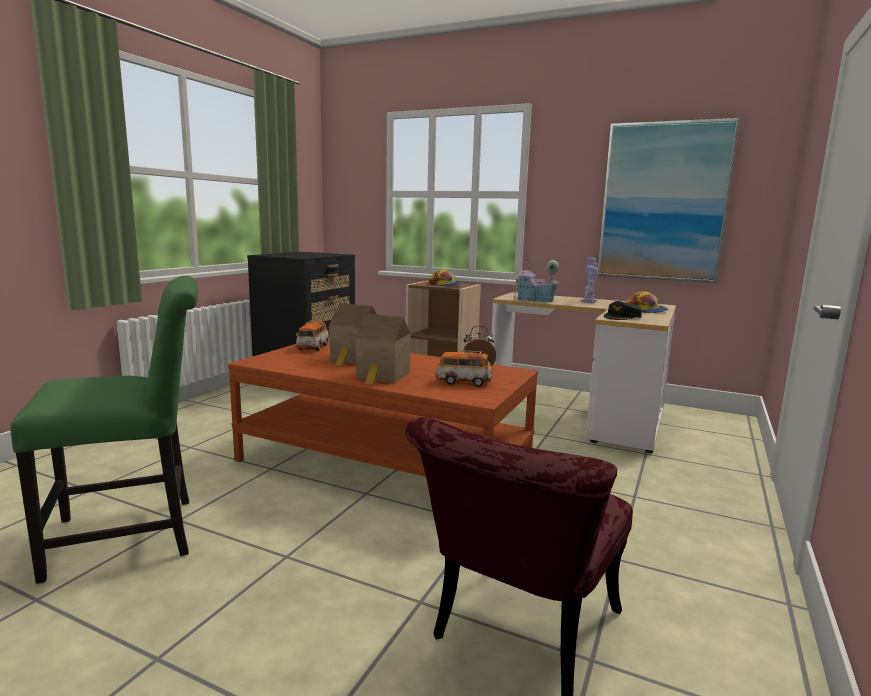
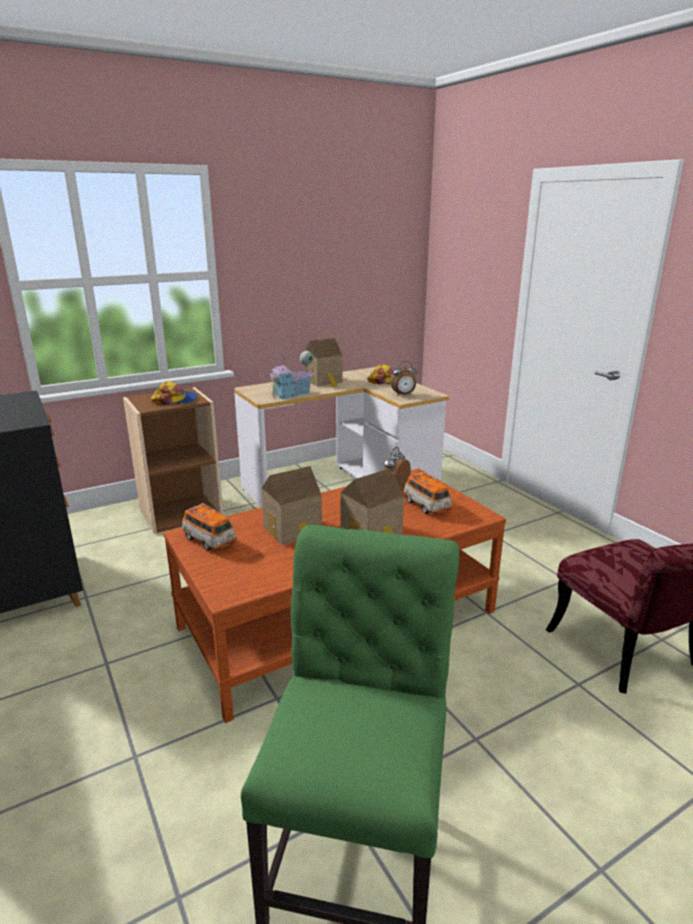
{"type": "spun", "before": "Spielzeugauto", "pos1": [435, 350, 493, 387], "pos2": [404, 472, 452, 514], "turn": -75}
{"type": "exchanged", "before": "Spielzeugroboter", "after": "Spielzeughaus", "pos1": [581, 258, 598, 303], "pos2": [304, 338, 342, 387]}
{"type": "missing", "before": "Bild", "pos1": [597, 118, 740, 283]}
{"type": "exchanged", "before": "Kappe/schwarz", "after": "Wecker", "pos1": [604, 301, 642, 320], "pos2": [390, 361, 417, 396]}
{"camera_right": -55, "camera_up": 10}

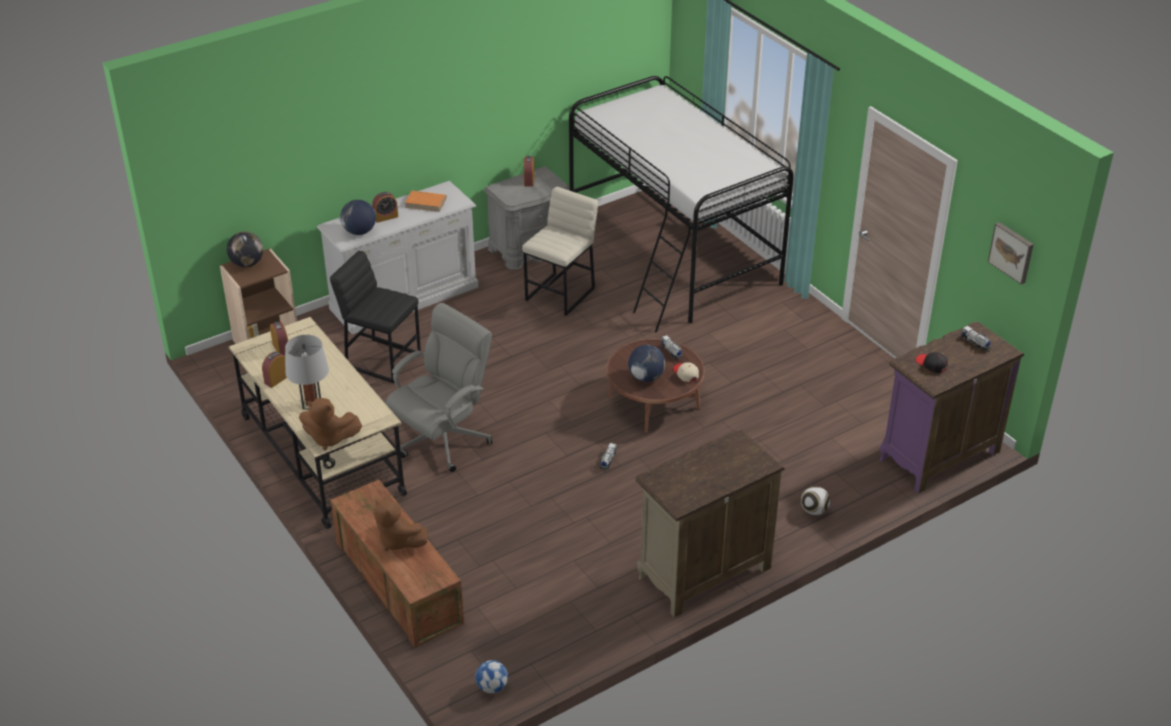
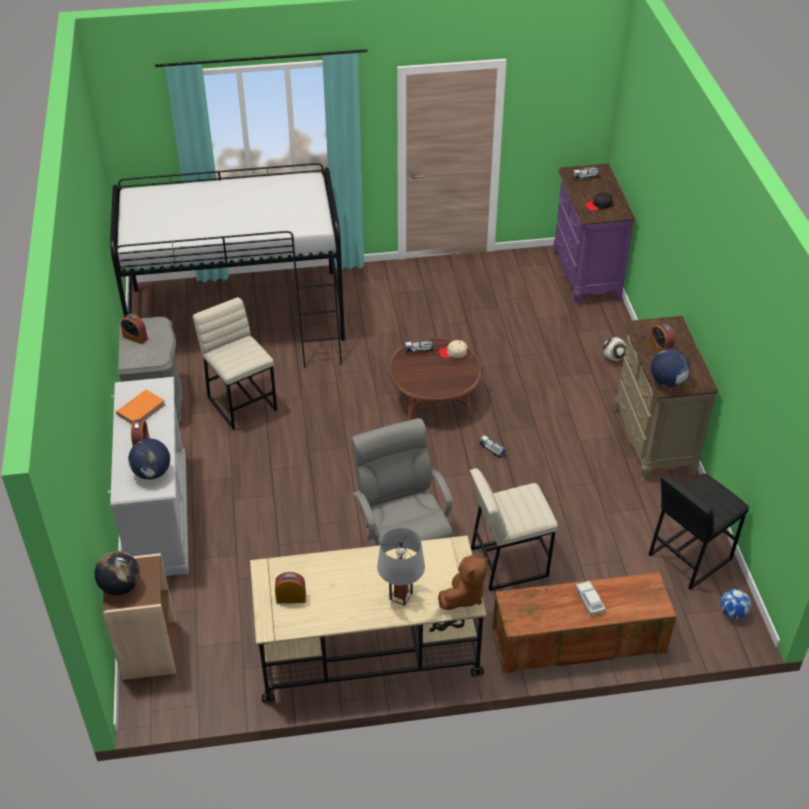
{"type": "relocated", "before": "Wecker", "pos1": [262, 352, 287, 388], "pos2": [650, 323, 675, 352]}
{"type": "relocated", "before": "Stuhl/schwarz", "pos1": [330, 251, 421, 383], "pos2": [649, 473, 749, 590]}
{"type": "exchanged", "before": "Plüschtier/braun", "after": "Spielzeugauto", "pos1": [374, 498, 428, 551], "pos2": [575, 581, 606, 616]}
{"type": "relocated", "before": "Globus", "pos1": [628, 345, 665, 382], "pos2": [651, 348, 690, 387]}
{"type": "missing", "before": "Bild", "pos1": [988, 222, 1034, 284]}
{"type": "appeared", "after": "Stuhl/beige", "pos2": [470, 468, 558, 591]}
{"camera_right": -65, "camera_up": 5}

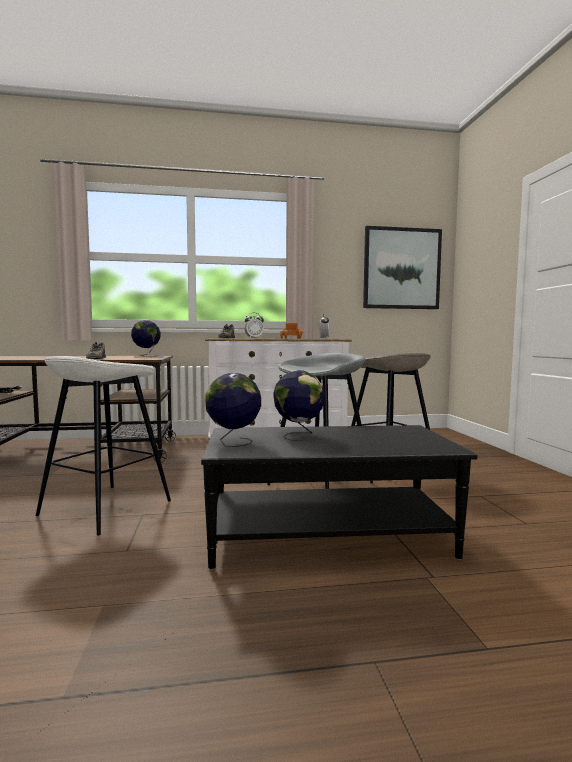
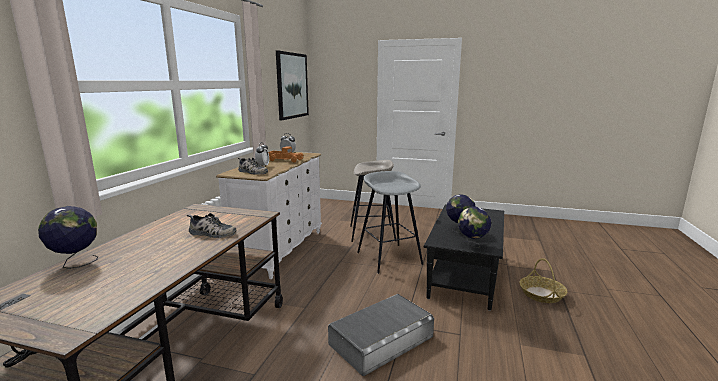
{"type": "exchanged", "before": "Hocker/weiß", "after": "Aufbewahrungsbox/grau", "pos1": [36, 356, 171, 536], "pos2": [328, 294, 434, 376]}
{"type": "relocated", "before": "Globus", "pos1": [131, 320, 161, 356], "pos2": [38, 206, 98, 269]}
{"type": "appeared", "after": "Korb", "pos2": [519, 258, 568, 303]}
{"camera_right": -65, "camera_up": 10}

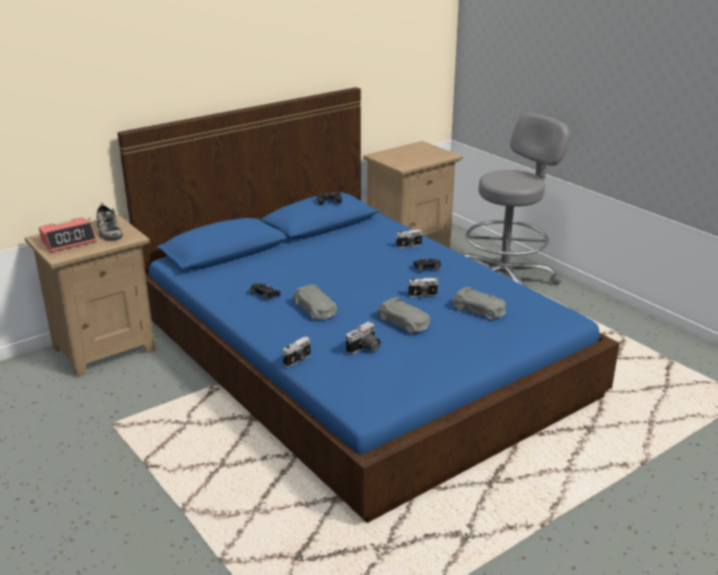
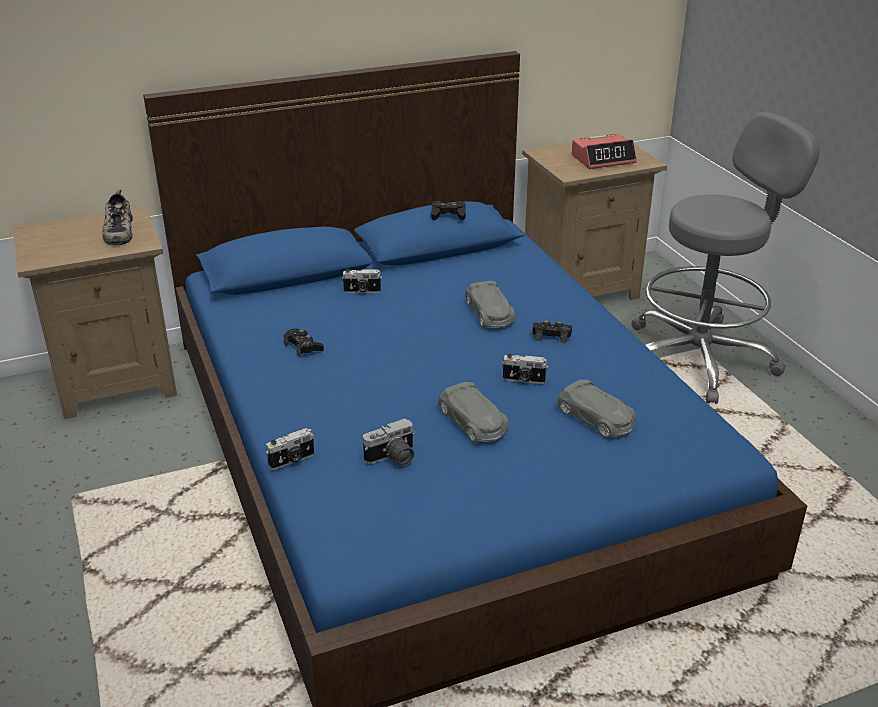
{"type": "relocated", "before": "Wecker", "pos1": [39, 217, 97, 252], "pos2": [572, 133, 637, 169]}
{"type": "relocated", "before": "Spielzeugauto/grau", "pos1": [294, 284, 337, 320], "pos2": [465, 281, 515, 328]}
{"type": "relocated", "before": "Kamera", "pos1": [396, 229, 423, 248], "pos2": [342, 269, 382, 293]}
{"camera_right": 15, "camera_up": 5}

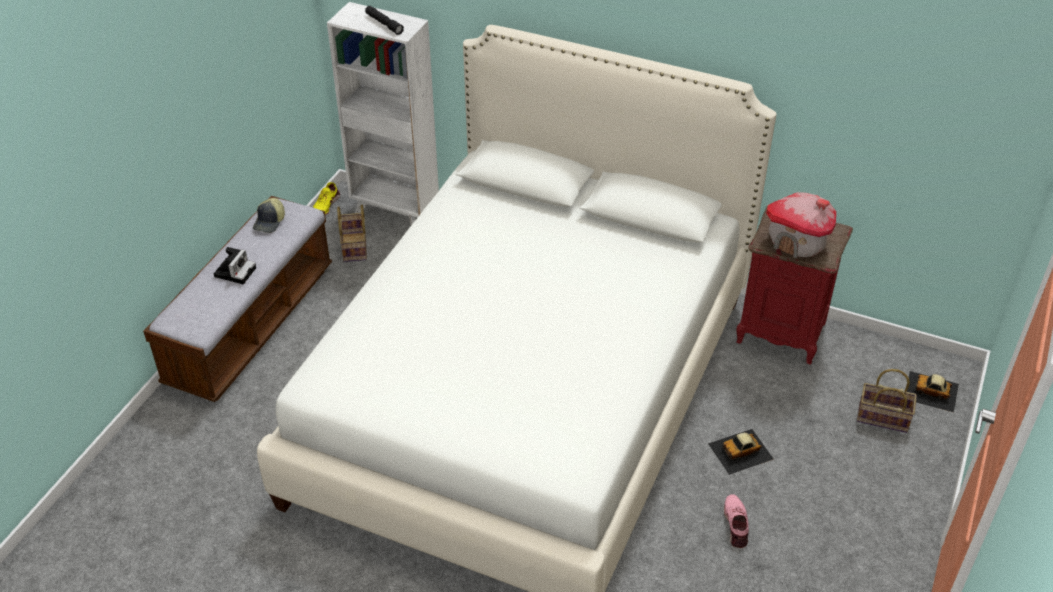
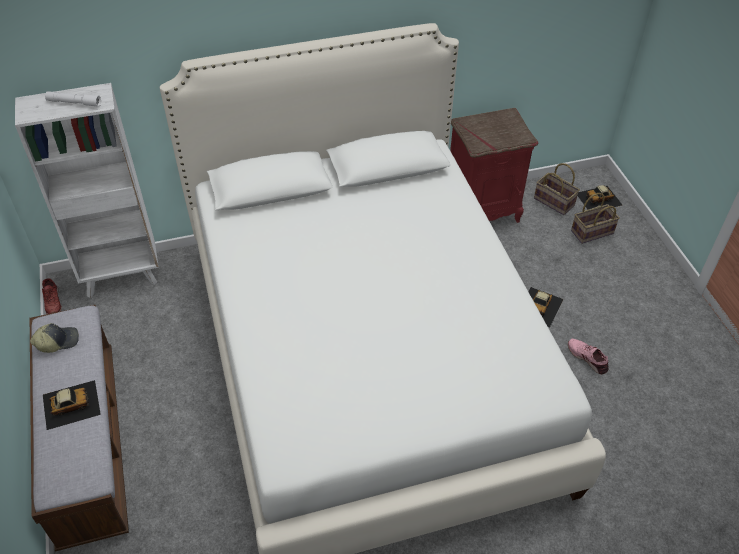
{"type": "exchanged", "before": "Kamera", "after": "Spielzeugauto", "pos1": [214, 247, 256, 284], "pos2": [43, 380, 101, 430]}
{"type": "spun", "before": "Kappe", "pos1": [253, 198, 285, 233], "pos2": [30, 323, 79, 353], "turn": -90}
{"type": "colour", "before": "Schuh/gelb", "after": "Schuh/rot", "pos1": [313, 182, 340, 216], "pos2": [42, 278, 62, 314]}
{"type": "relocated", "before": "Korb", "pos1": [337, 204, 367, 262], "pos2": [534, 163, 580, 215]}
{"type": "colour", "before": "Taschenlampe/schwarz", "after": "Taschenlampe/weiß", "pos1": [365, 6, 404, 35], "pos2": [45, 91, 101, 107]}
{"type": "missing", "before": "Spielzeughaus", "pos1": [766, 192, 836, 258]}
{"camera_right": -40, "camera_up": 5}

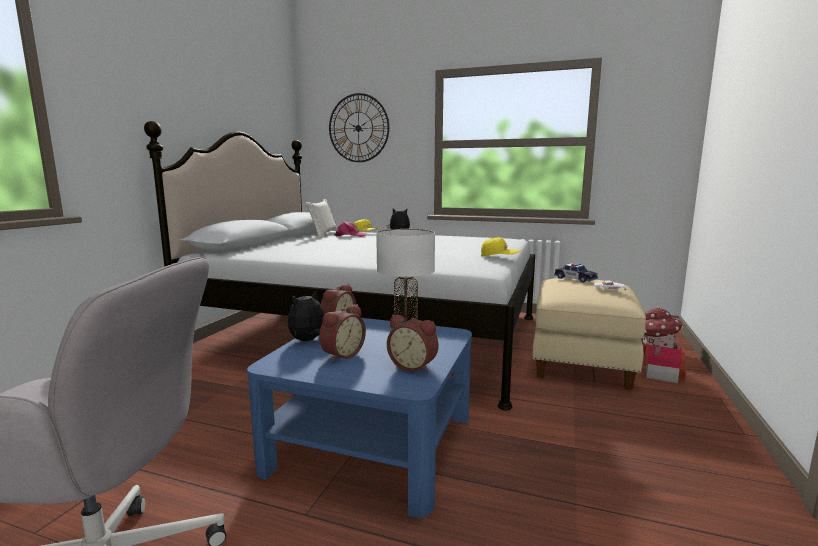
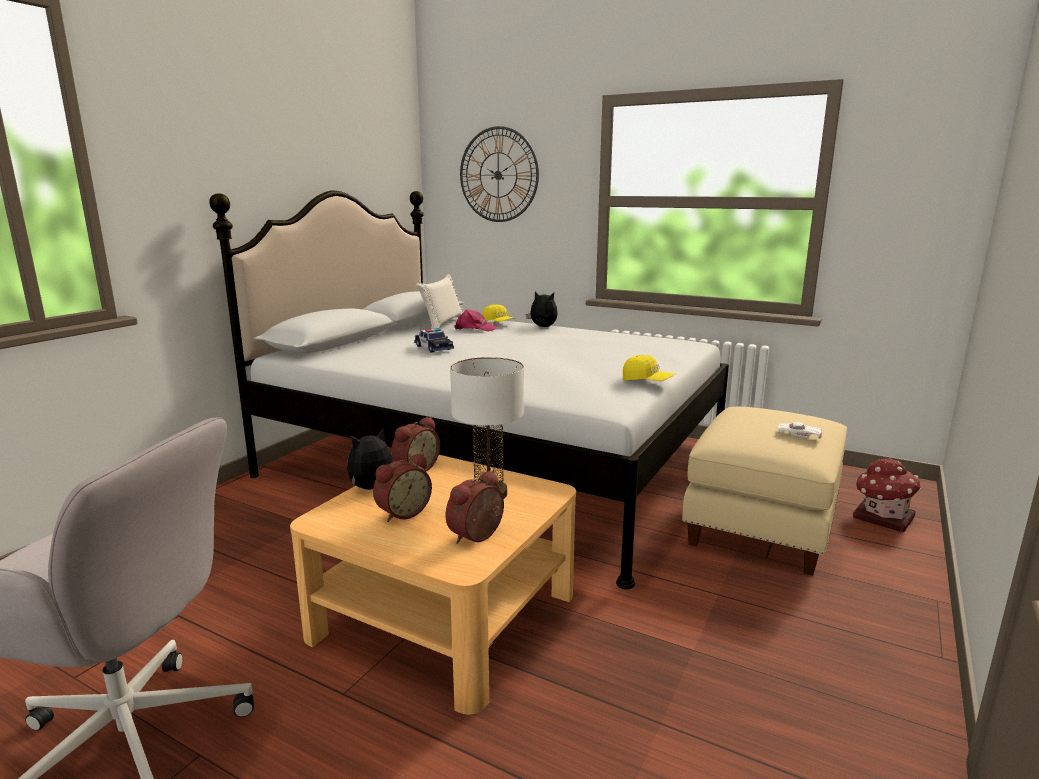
{"type": "colour", "before": "Couchtisch/blau", "after": "Couchtisch/beige", "pos1": [247, 318, 472, 518], "pos2": [290, 455, 576, 715]}
{"type": "spun", "before": "Wecker", "pos1": [387, 314, 439, 373], "pos2": [445, 470, 504, 544], "turn": 90}
{"type": "relocated", "before": "Spielzeugauto", "pos1": [554, 263, 598, 283], "pos2": [414, 328, 454, 353]}
{"type": "missing", "before": "Spielzeughaus", "pos1": [644, 343, 686, 384]}
{"camera_right": 10, "camera_up": 5}

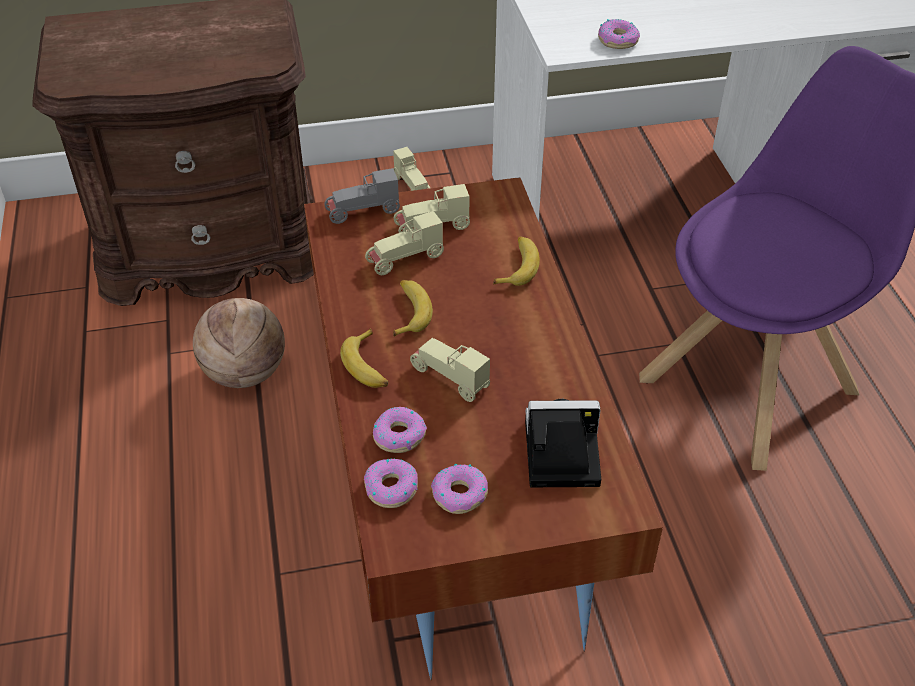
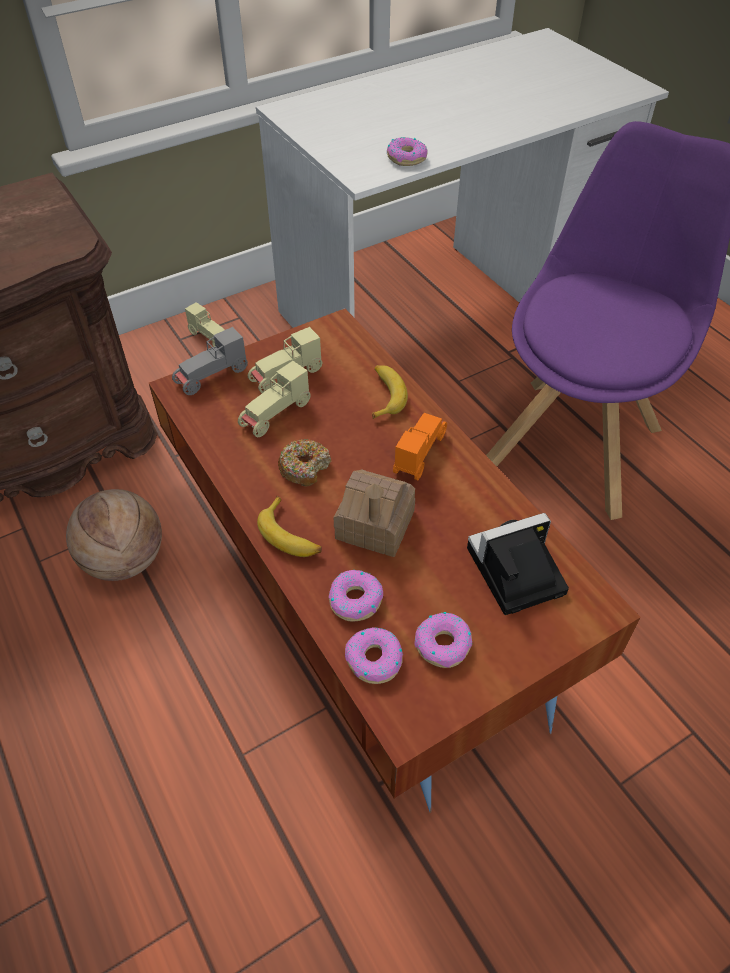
{"type": "exchanged", "before": "Banane", "after": "Donut", "pos1": [393, 280, 433, 337], "pos2": [278, 439, 332, 486]}
{"type": "exchanged", "before": "Spielzeugauto/beige", "after": "Spielzeughaus", "pos1": [410, 338, 490, 402], "pos2": [334, 469, 415, 557]}
{"type": "appeared", "after": "Spielzeugauto/orange", "pos2": [393, 413, 447, 480]}
{"camera_right": -20, "camera_up": 5}

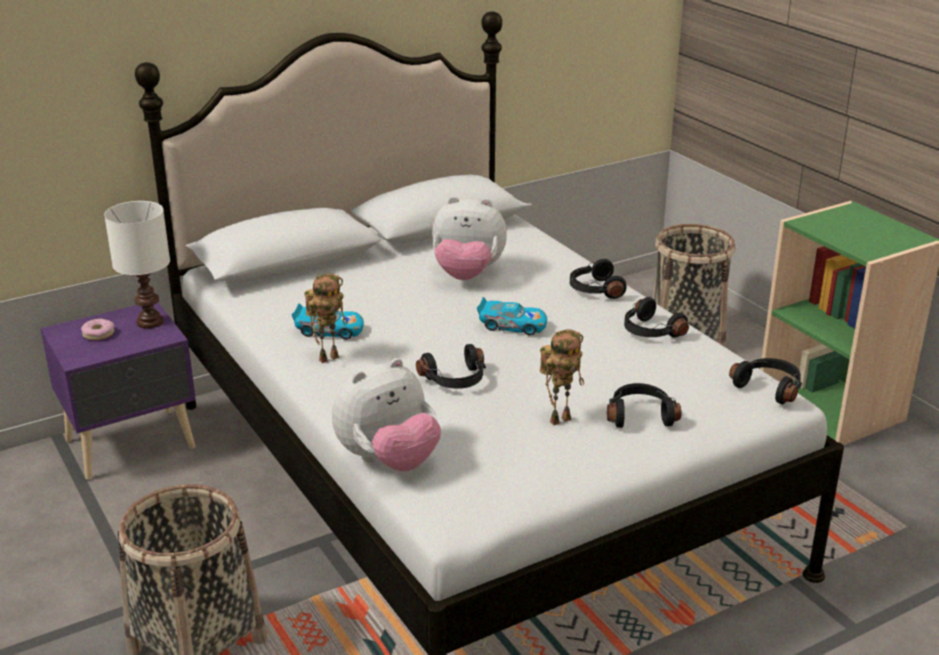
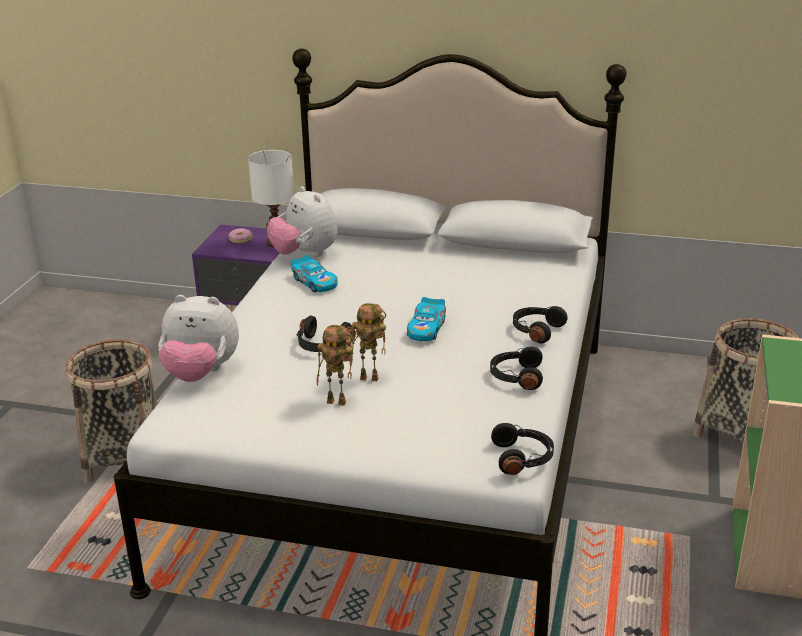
{"type": "relocated", "before": "Spielzeugroboter", "pos1": [305, 274, 348, 363], "pos2": [352, 303, 386, 381]}
{"type": "relocated", "before": "Plüschtier", "pos1": [432, 196, 507, 280], "pos2": [267, 186, 337, 257]}
{"type": "spun", "before": "Spielzeugauto", "pos1": [477, 297, 547, 336], "pos2": [407, 297, 446, 341], "turn": 45}
{"type": "missing", "before": "Kopfhörer/schwarz", "pos1": [607, 383, 681, 428]}
{"camera_right": 45, "camera_up": 0}

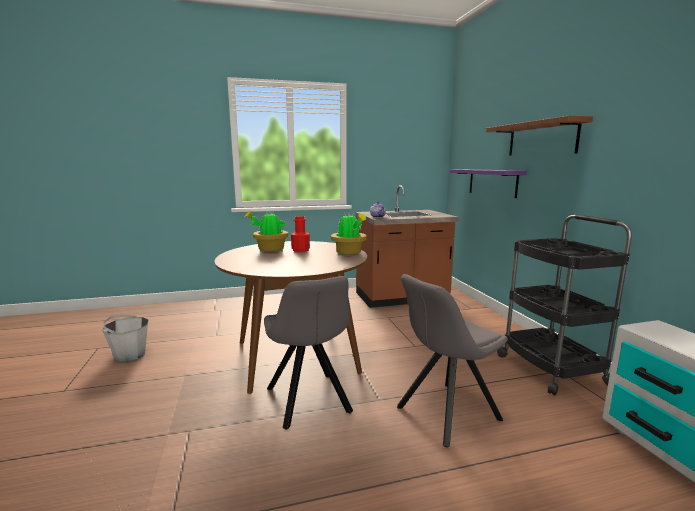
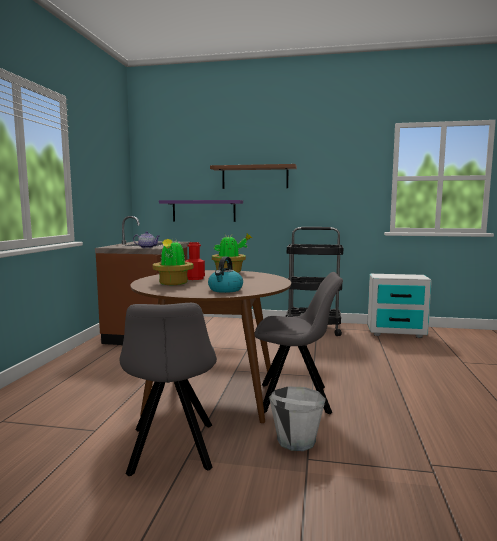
{"type": "relocated", "before": "Eimer/grau", "pos1": [102, 315, 149, 362], "pos2": [269, 386, 326, 451]}
{"type": "relocated", "before": "Stuhl/grau", "pos1": [397, 274, 508, 447], "pos2": [120, 303, 217, 476]}
{"type": "appeared", "after": "Wasserkessel", "pos2": [208, 257, 243, 293]}
{"camera_right": -65, "camera_up": -5}

